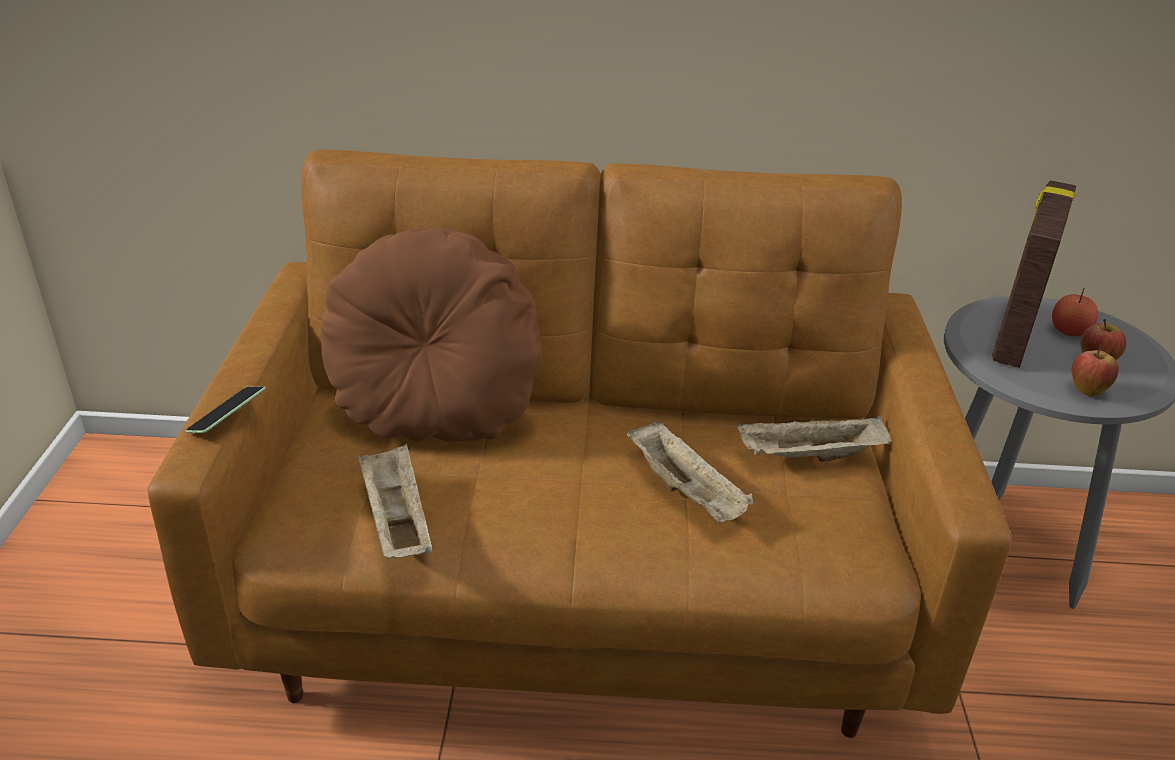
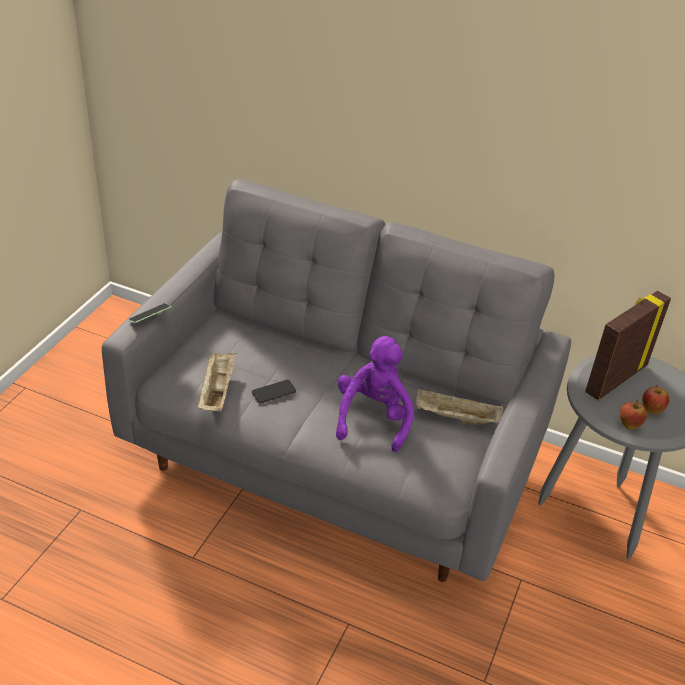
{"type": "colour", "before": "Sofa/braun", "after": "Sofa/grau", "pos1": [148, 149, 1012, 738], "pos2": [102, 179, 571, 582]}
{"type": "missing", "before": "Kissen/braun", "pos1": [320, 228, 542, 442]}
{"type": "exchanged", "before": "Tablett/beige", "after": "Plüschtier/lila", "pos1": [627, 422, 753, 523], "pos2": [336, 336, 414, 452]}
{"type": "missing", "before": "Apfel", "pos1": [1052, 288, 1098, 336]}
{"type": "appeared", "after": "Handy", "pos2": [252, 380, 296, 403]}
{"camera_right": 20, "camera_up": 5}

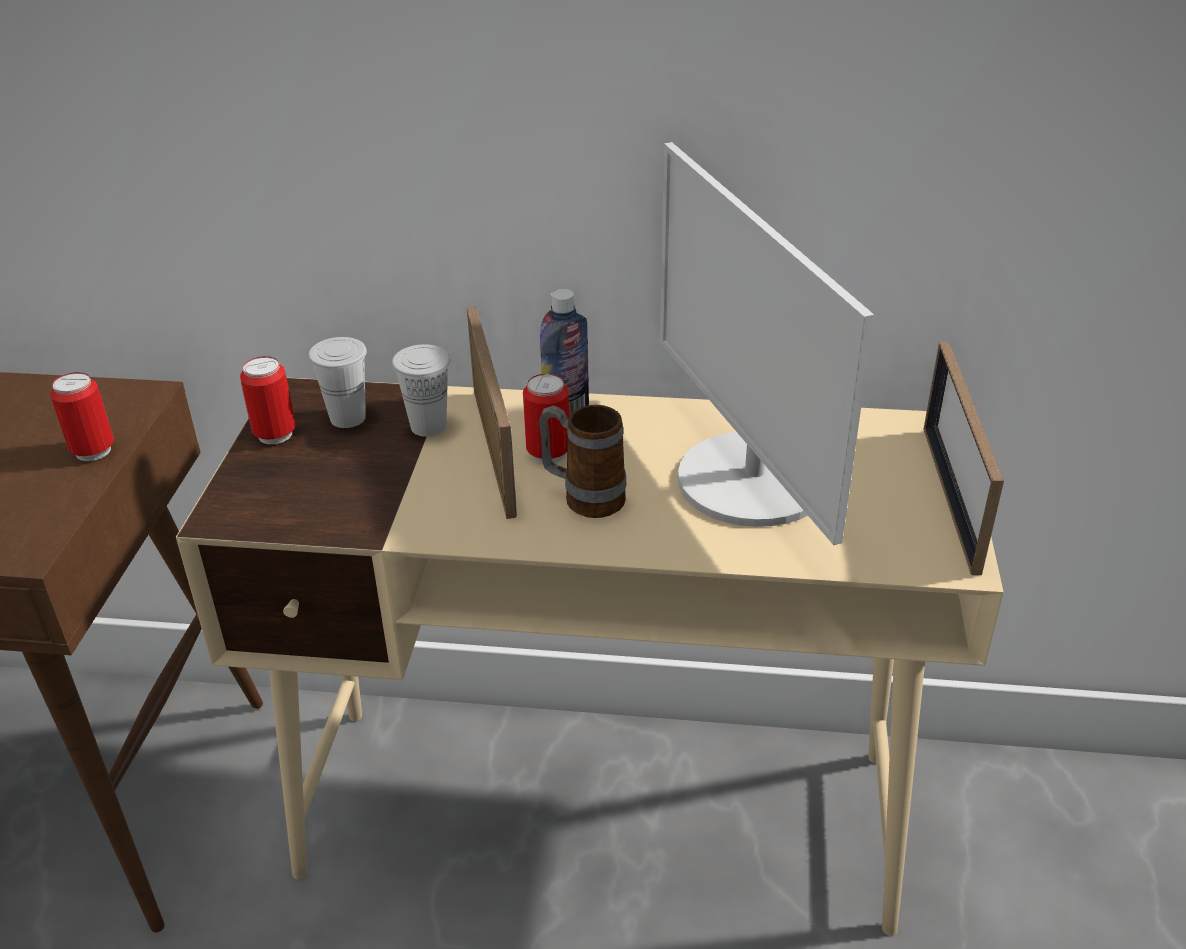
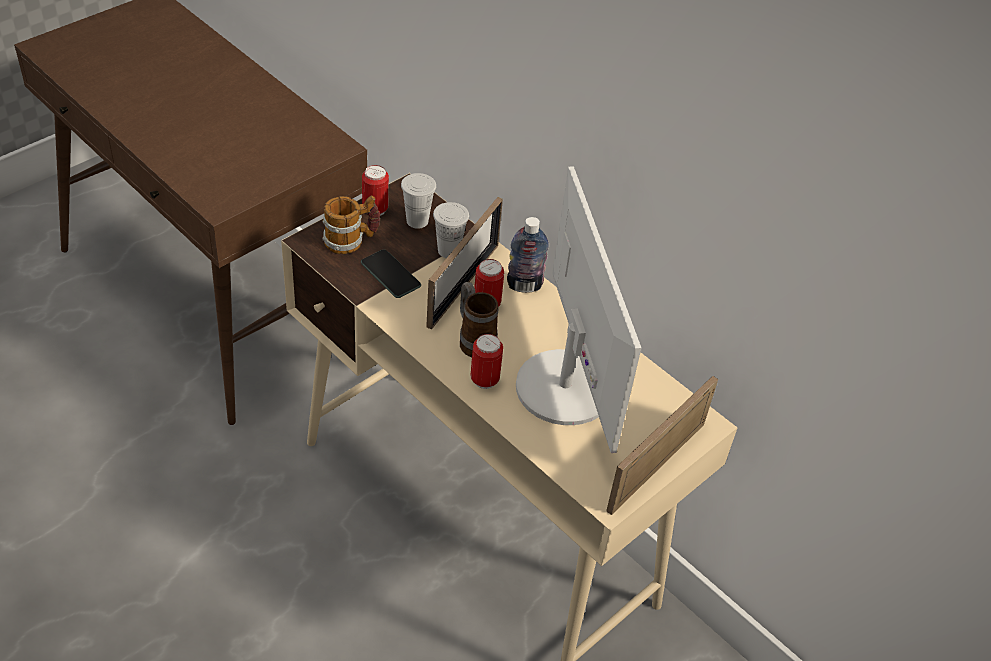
{"type": "relocated", "before": "Dose", "pos1": [50, 372, 114, 461], "pos2": [470, 334, 503, 389]}
{"type": "spun", "before": "Monitor", "pos1": [660, 142, 874, 545], "pos2": [516, 166, 641, 453], "turn": 150}
{"type": "appeared", "after": "Henkelbecher", "pos2": [322, 196, 380, 254]}
{"type": "appeared", "after": "Handy", "pos2": [361, 249, 421, 298]}
{"camera_right": 35, "camera_up": 10}

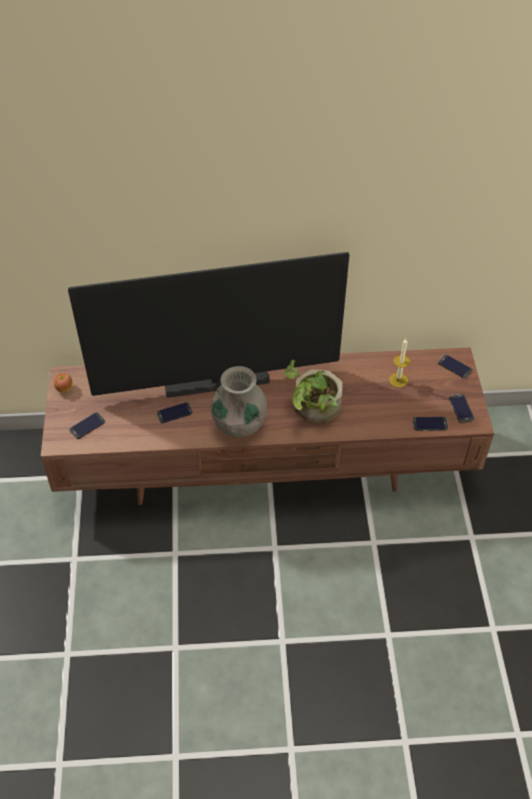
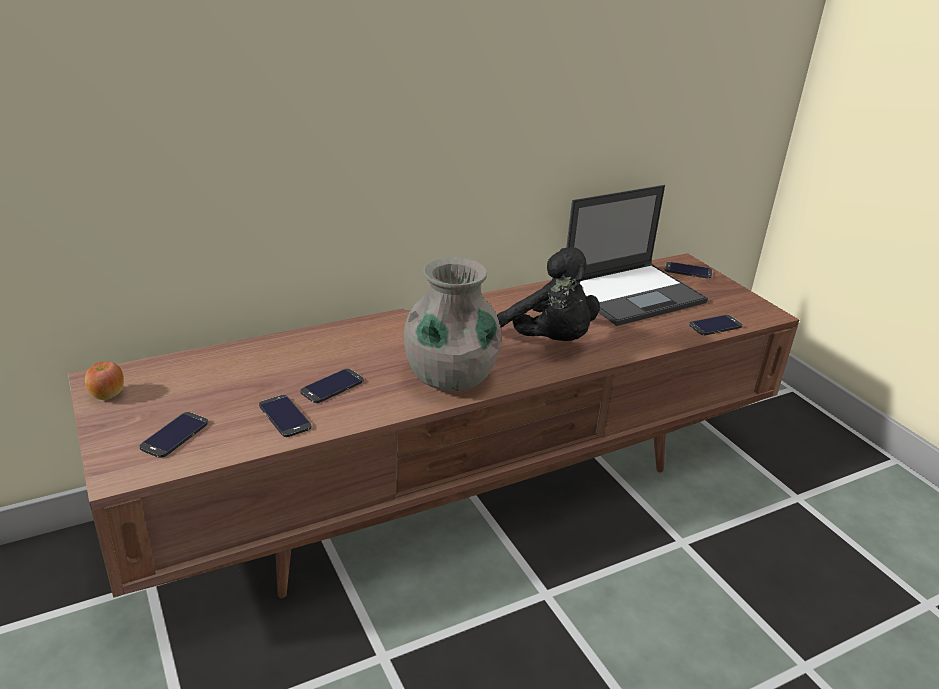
{"type": "missing", "before": "Fernseher", "pos1": [68, 252, 349, 398]}
{"type": "exchanged", "before": "Topfpflanze", "after": "Plüschtier/schwarz", "pos1": [284, 360, 343, 424], "pos2": [497, 247, 600, 341]}
{"type": "exchanged", "before": "Kerze", "after": "Laptop", "pos1": [389, 339, 410, 388], "pos2": [566, 185, 708, 326]}
{"type": "relocated", "before": "Handy", "pos1": [449, 394, 474, 423], "pos2": [259, 395, 311, 437]}
{"camera_right": -25, "camera_up": -20}

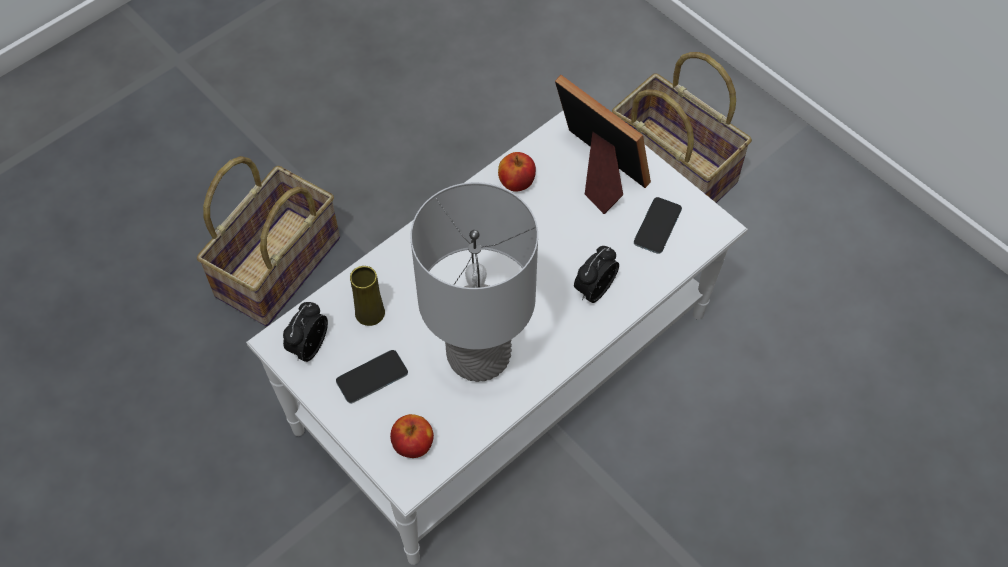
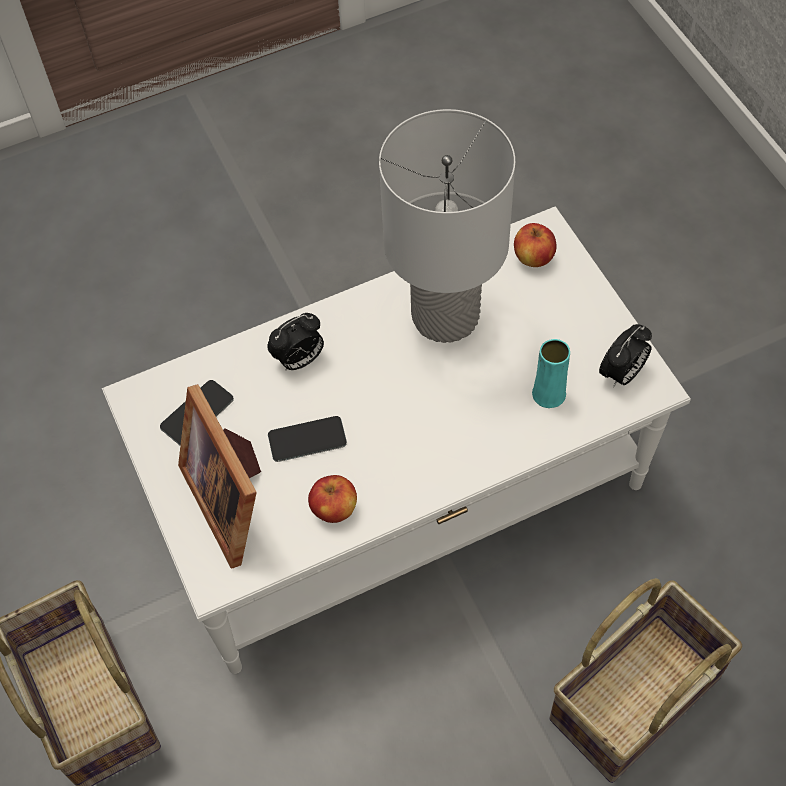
{"type": "relocated", "before": "Handy", "pos1": [336, 350, 408, 403], "pos2": [268, 416, 347, 462]}
{"type": "colour", "before": "Vase/gelb", "after": "Vase/türkis", "pos1": [350, 266, 385, 326], "pos2": [532, 339, 570, 408]}
{"camera_right": -160, "camera_up": 0}

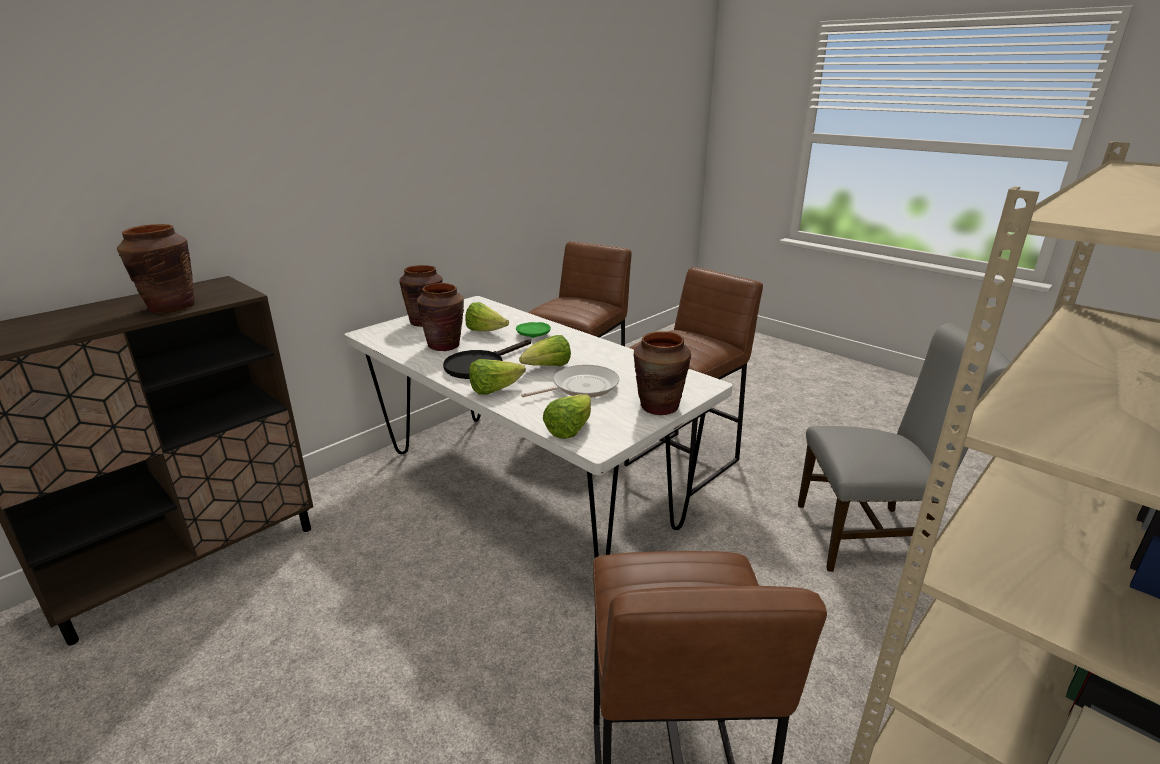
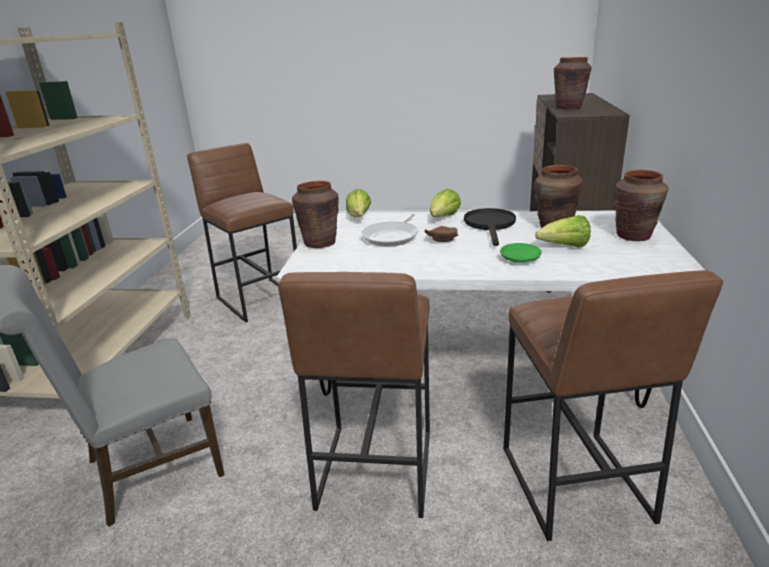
{"type": "exchanged", "before": "Salatkopf", "after": "Teller/braun", "pos1": [519, 335, 571, 366], "pos2": [425, 226, 458, 242]}
{"camera_right": 145, "camera_up": 0}

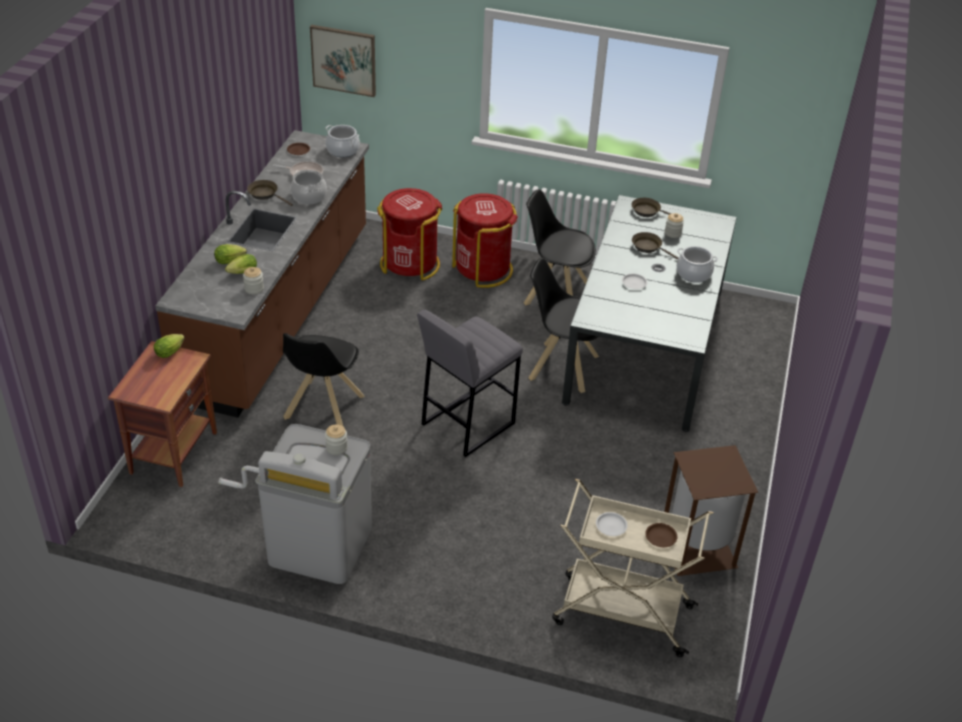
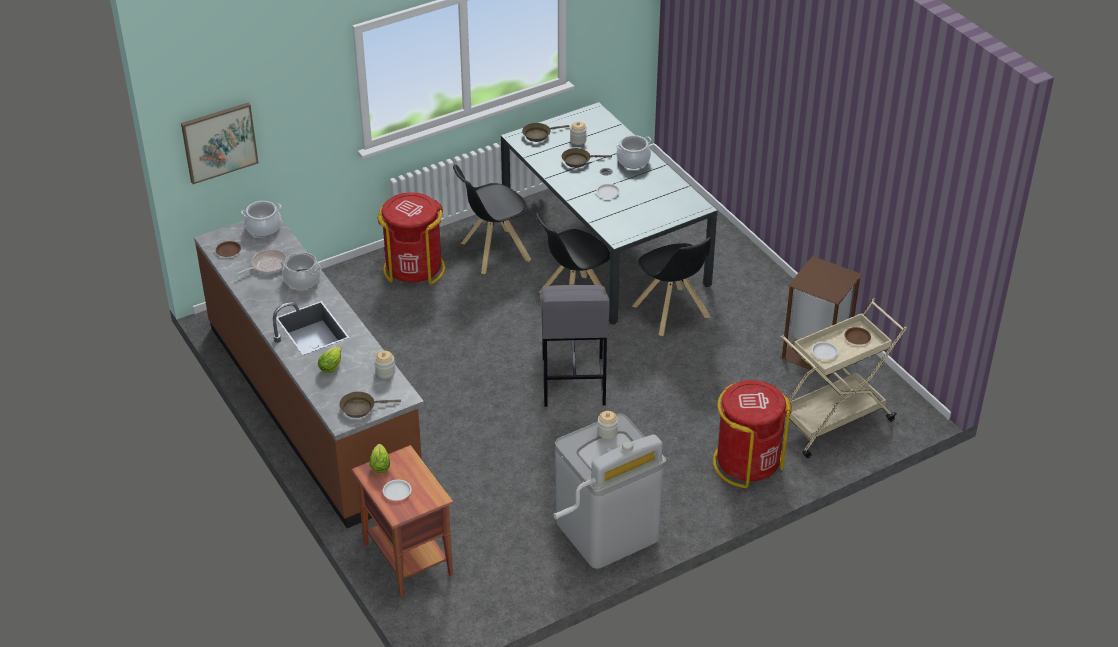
{"type": "missing", "before": "Salatkopf", "pos1": [225, 254, 257, 274]}
{"type": "relocated", "before": "Pfanne/braun", "pos1": [247, 180, 293, 206], "pos2": [339, 392, 401, 418]}
{"type": "relocated", "before": "Stuhl/schwarz", "pos1": [283, 333, 365, 427], "pos2": [632, 237, 711, 336]}
{"type": "relocated", "before": "Mülleimer/rot", "pos1": [377, 188, 442, 281], "pos2": [713, 380, 792, 488]}
{"type": "appeared", "after": "Teller/weiß", "pos2": [383, 480, 412, 501]}
{"camera_right": -45, "camera_up": 0}

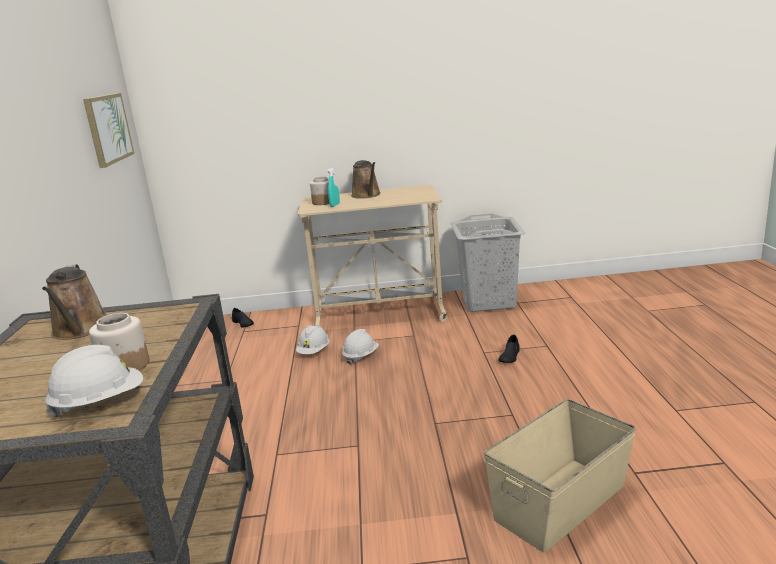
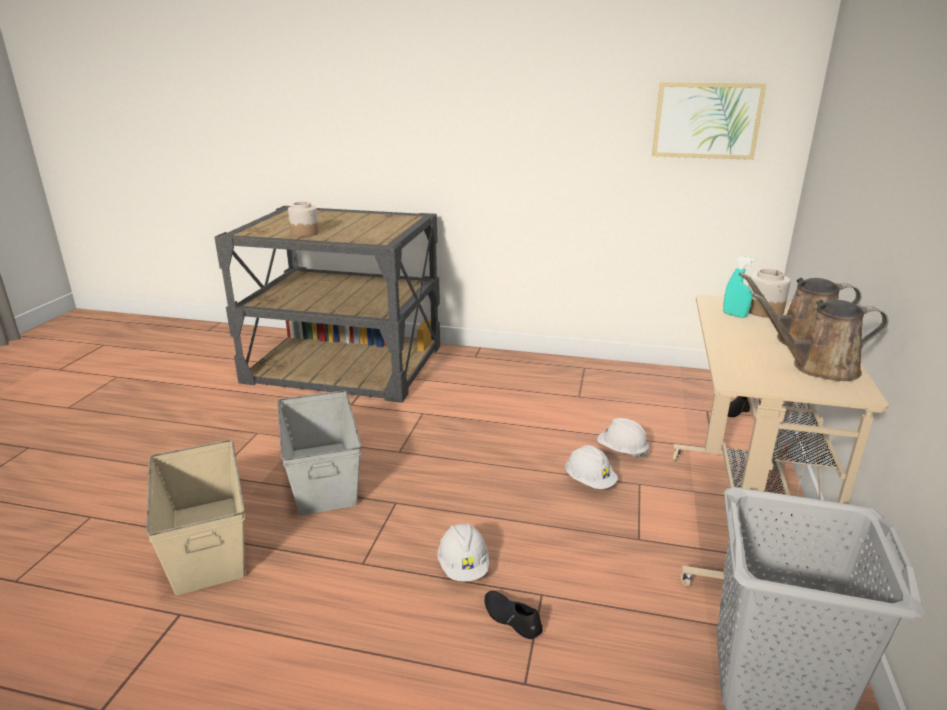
{"type": "relocated", "before": "Gießkanne/braun", "pos1": [42, 264, 107, 340], "pos2": [752, 293, 888, 381]}
{"type": "relocated", "before": "Schutzhelm/weiß", "pos1": [45, 345, 143, 417], "pos2": [437, 523, 489, 582]}
{"type": "appeared", "after": "Aufbewahrungsbox/grau", "pos2": [277, 390, 362, 516]}
{"camera_right": 105, "camera_up": 5}

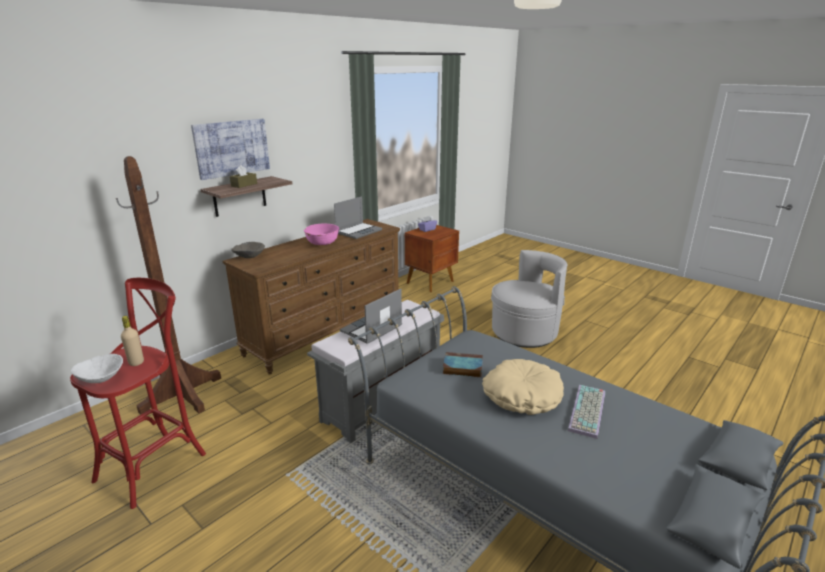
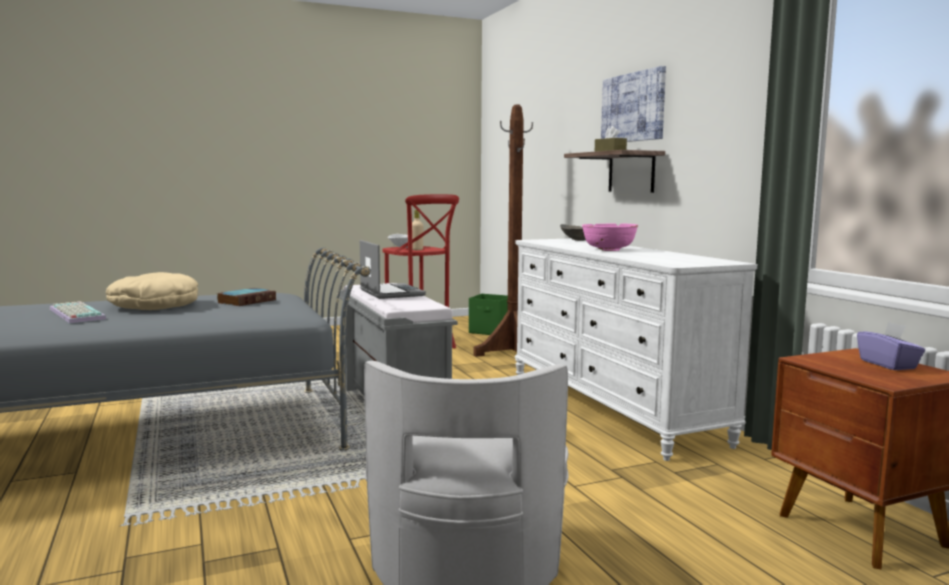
{"type": "colour", "before": "Kommode/braun", "after": "Kommode/weiß", "pos1": [223, 219, 400, 375], "pos2": [515, 238, 757, 461]}
{"type": "missing", "before": "Laptop", "pos1": [334, 196, 382, 239]}
{"type": "appeared", "after": "Aufbewahrungsbox/grün", "pos2": [469, 294, 508, 335]}
{"camera_right": 115, "camera_up": -15}

